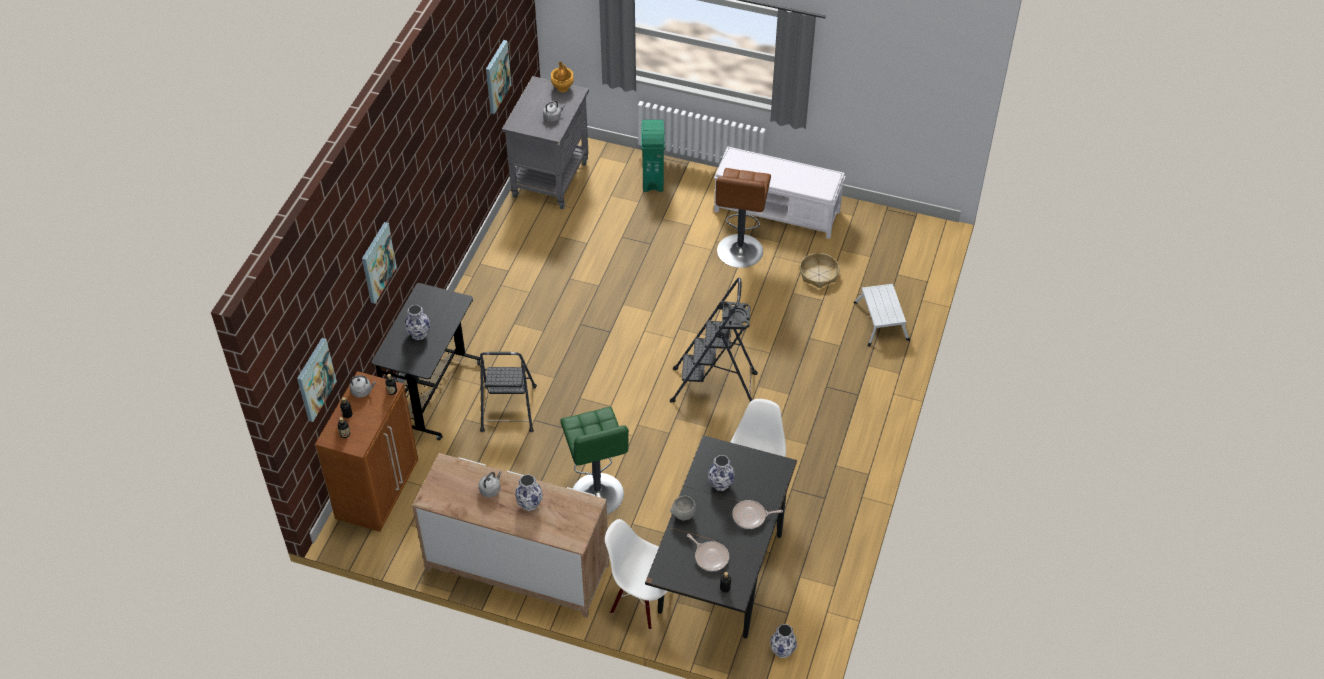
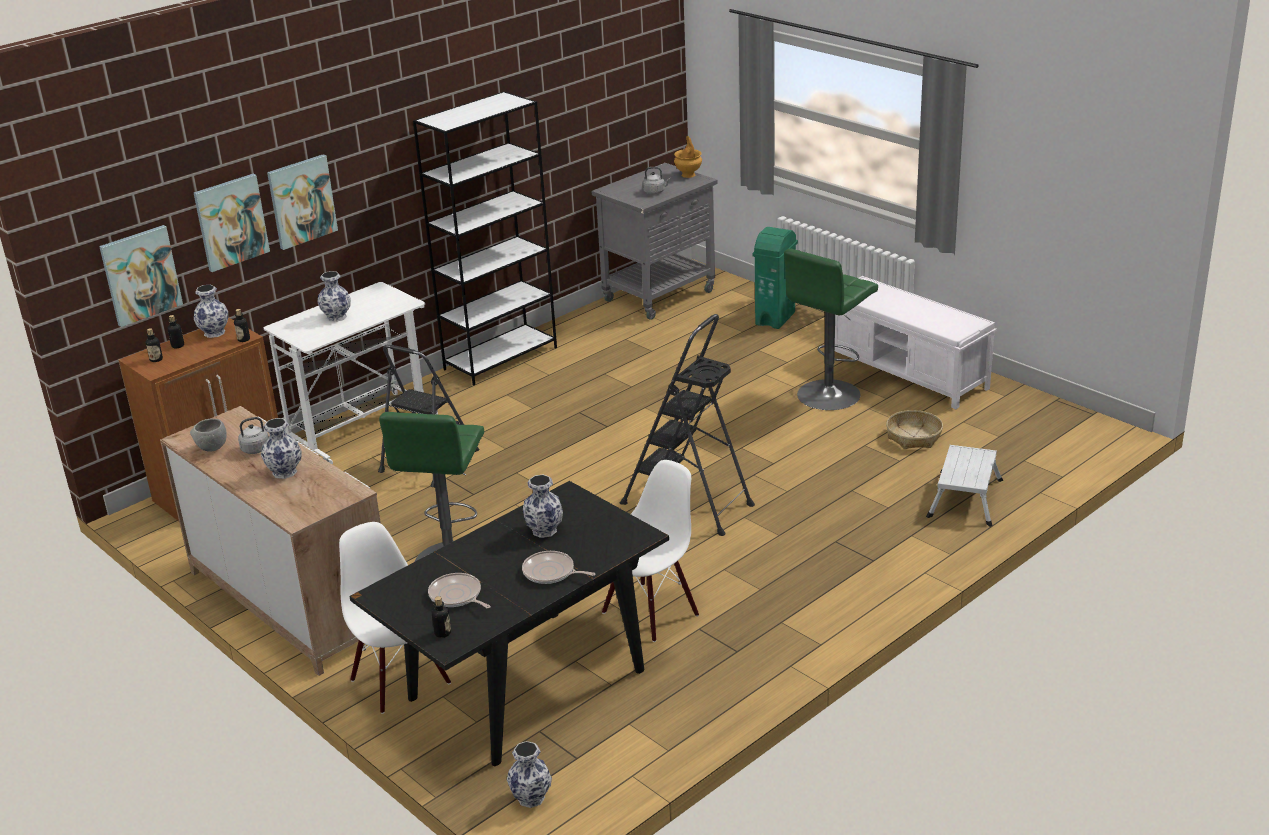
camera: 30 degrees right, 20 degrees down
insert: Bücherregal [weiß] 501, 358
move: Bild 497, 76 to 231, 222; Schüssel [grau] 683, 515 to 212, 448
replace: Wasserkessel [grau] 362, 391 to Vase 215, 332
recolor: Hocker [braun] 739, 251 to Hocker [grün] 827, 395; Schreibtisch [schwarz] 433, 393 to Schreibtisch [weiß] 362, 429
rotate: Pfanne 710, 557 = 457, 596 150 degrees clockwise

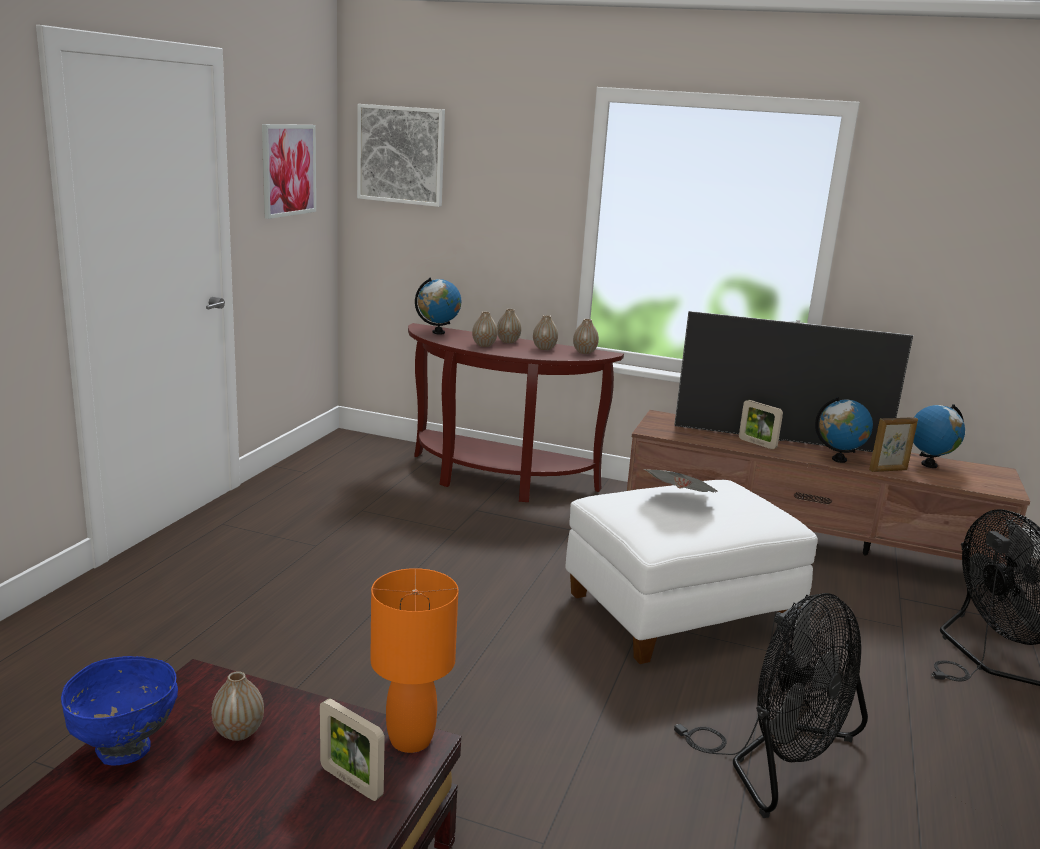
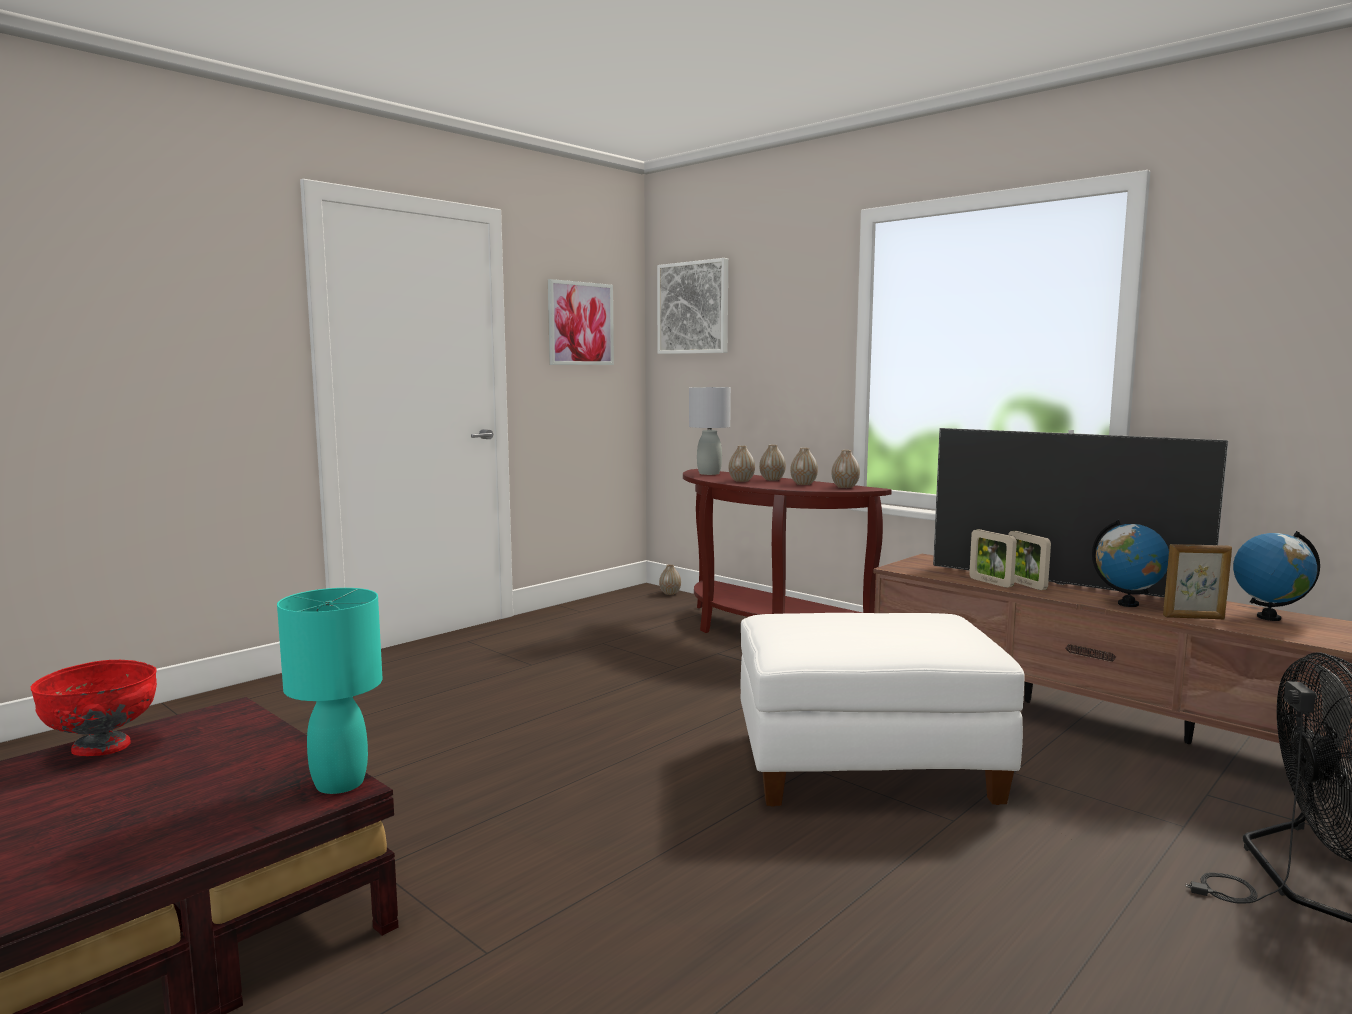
camera: 25 degrees right, 10 degrees down
delete: Zeitung 680, 501; Ventilator [schwarz] 774, 760
move: Vase 239, 732 to 670, 593; Bilderrahmen 351, 782 to 991, 582
replace: Globus 438, 332 to Tischlampe [grau] 709, 473
recolor: Tischlampe [orange] 411, 739 to Tischlampe [türkis] 341, 783; Schüssel [blau] 124, 750 to Schüssel [rot] 102, 748

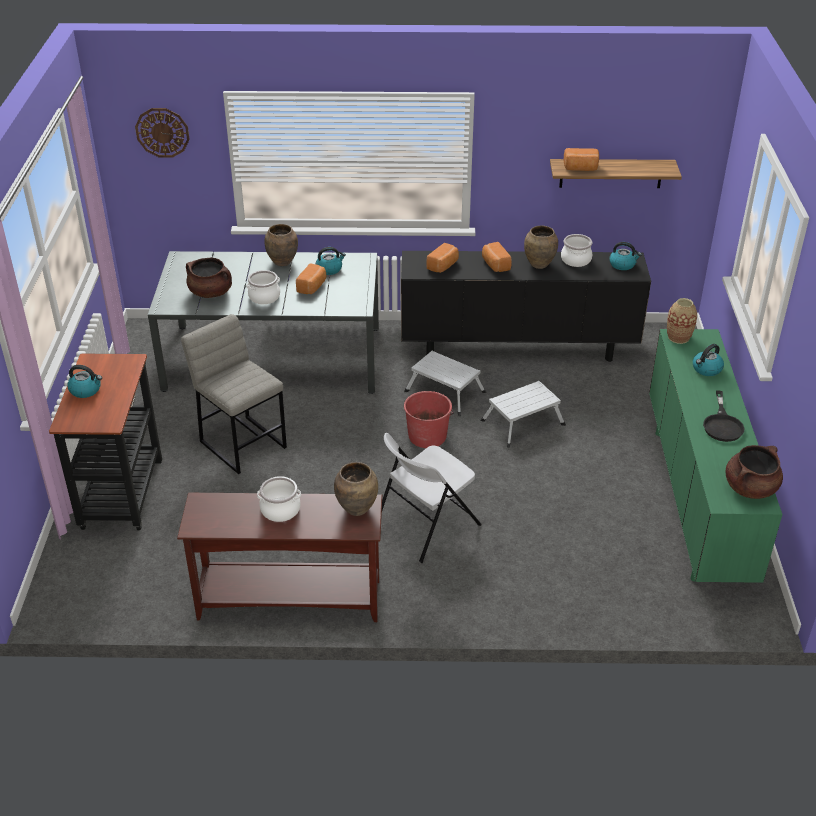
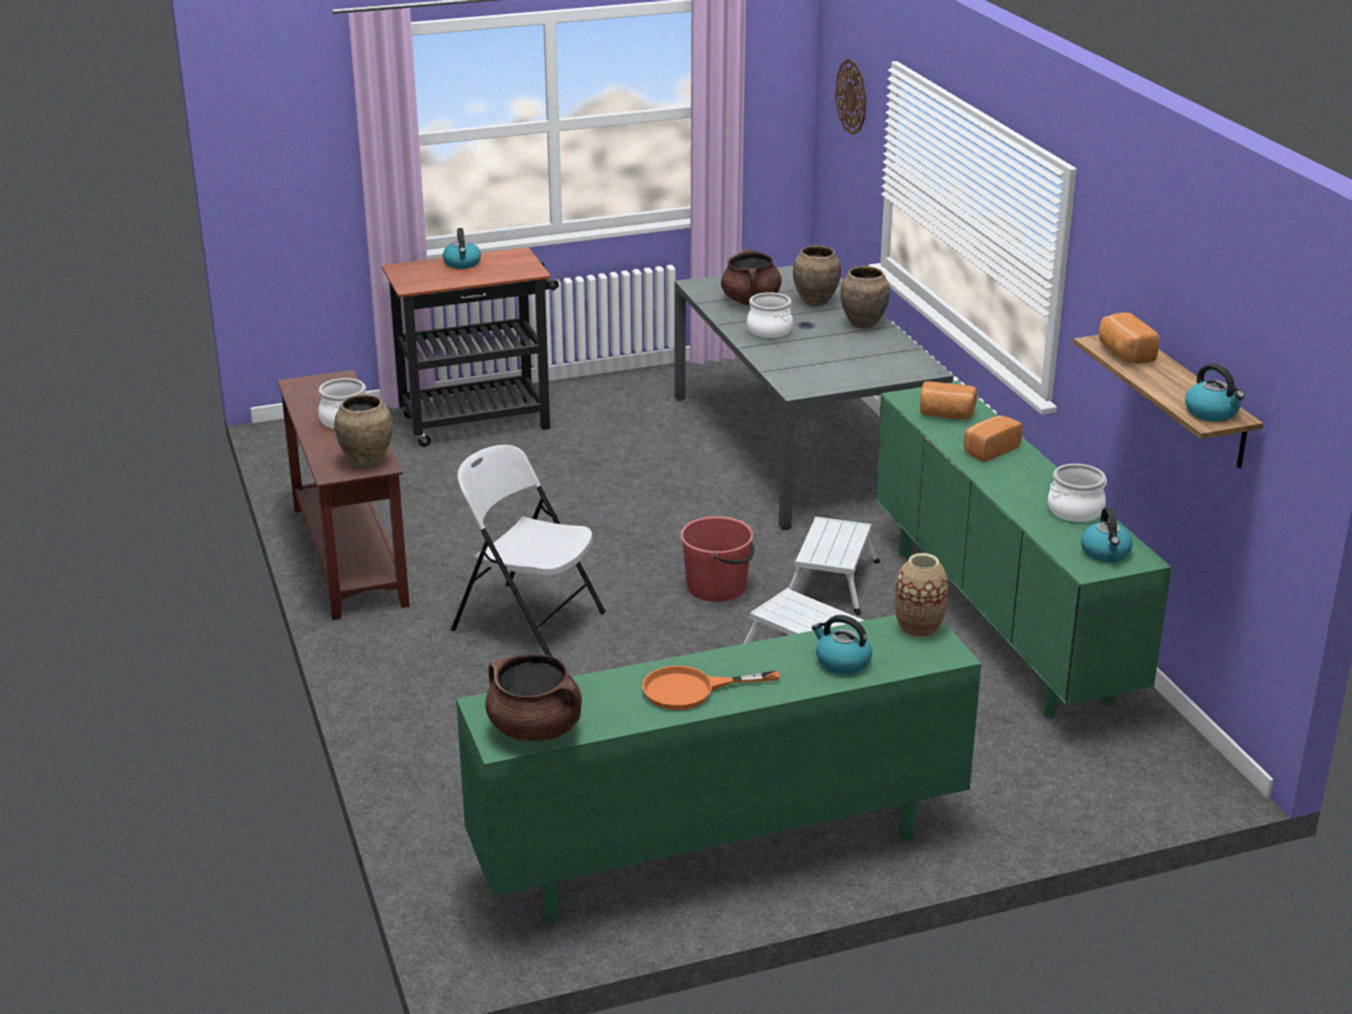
camera: 70 degrees right, 10 degrees down
delete: Brot 312, 287; Stuhl [grau] 241, 443
move: Vase [braun] 538, 264 to 815, 302; Wasserkessel 329, 269 to 1212, 413
recolor: Schrank [schwarz] 518, 348 to Schrank [grün] 1000, 623; Pfanne [schwarz] 722, 424 to Pfanne [orange] 691, 690

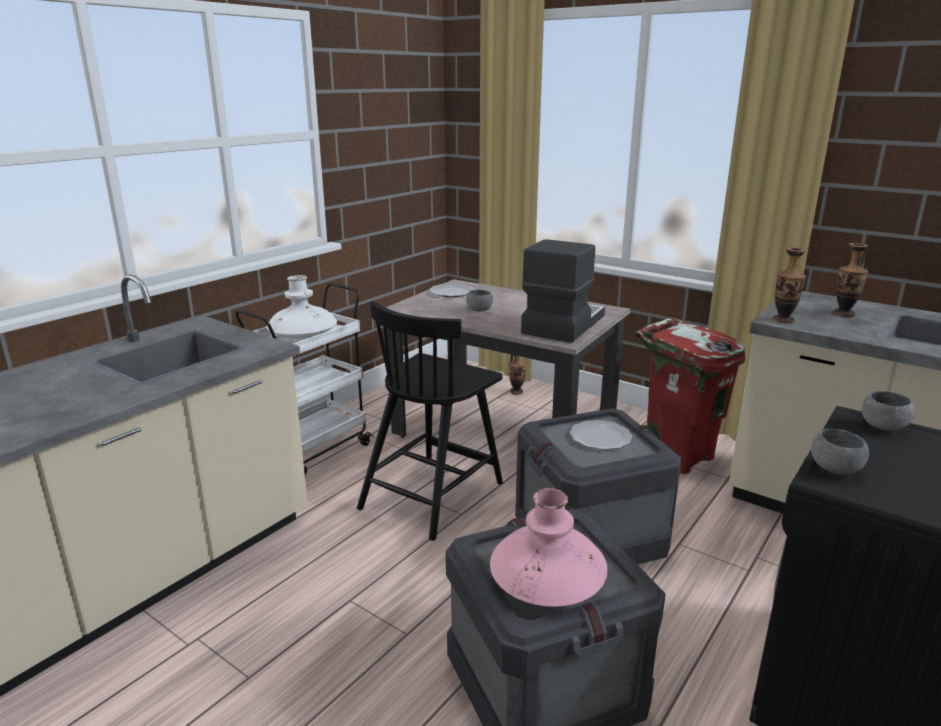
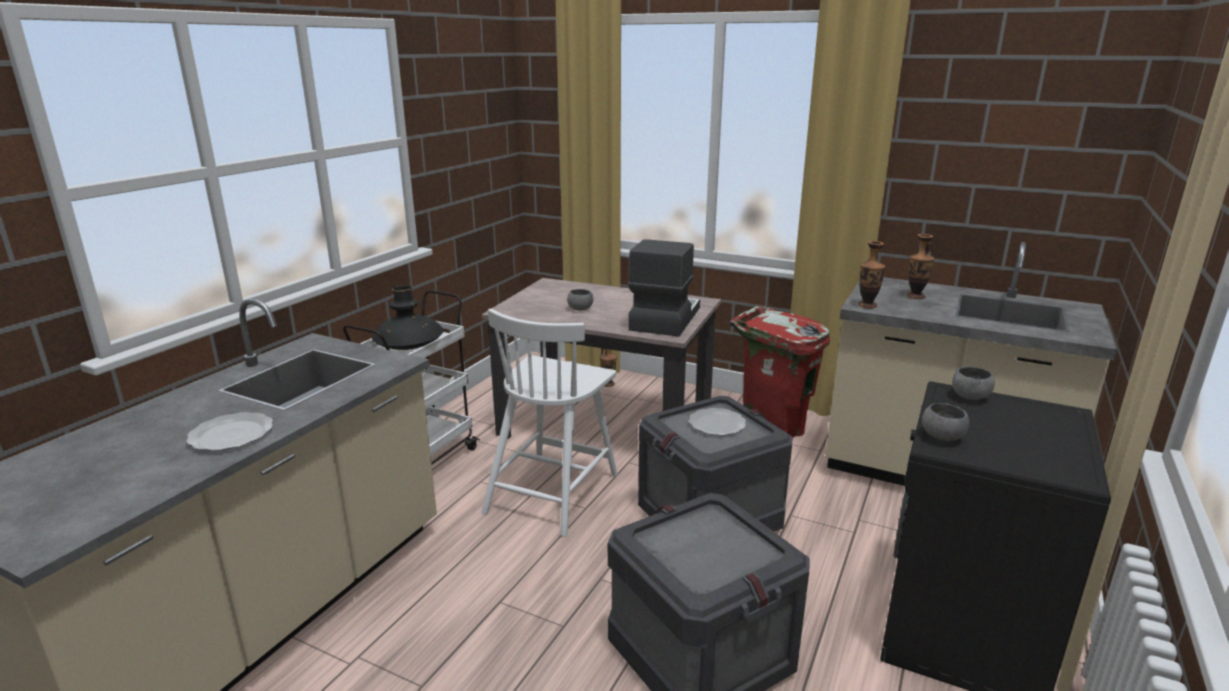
camera: 10 degrees left, 0 degrees up
delete: Vase [rosa] 547, 582
move: Teller 451, 292 to 230, 434
recolor: Vase [weiß] 303, 336 to Vase [schwarz] 409, 346; Stuhl [schwarz] 433, 494 to Stuhl [weiß] 553, 491

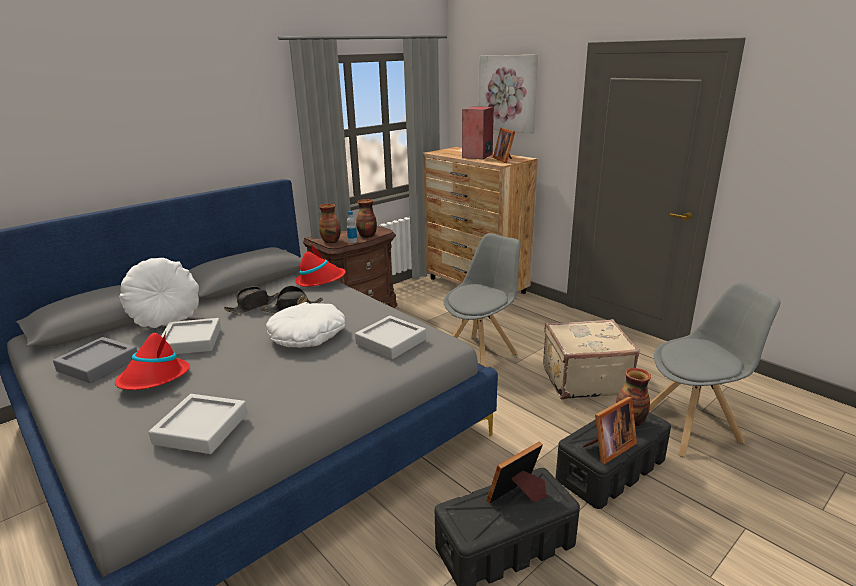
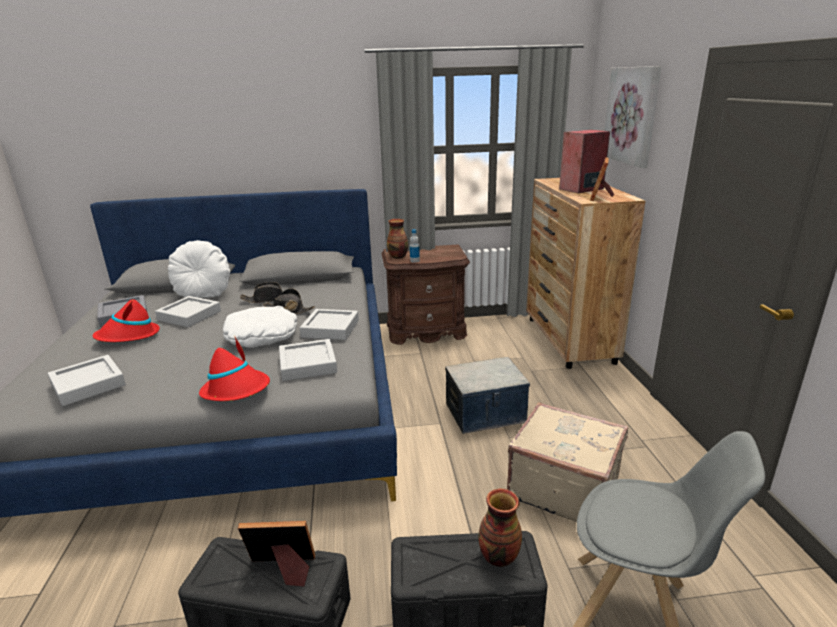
camera: 35 degrees right, 0 degrees up
delete: Vase 367, 236; Bilderrahmen 608, 448
insert: Tablett [grau] 330, 329
move: Hut [rot] 320, 280 to 237, 390
replace: Stuhl [grau] 480, 354 to Aufbewahrungsbox 485, 414

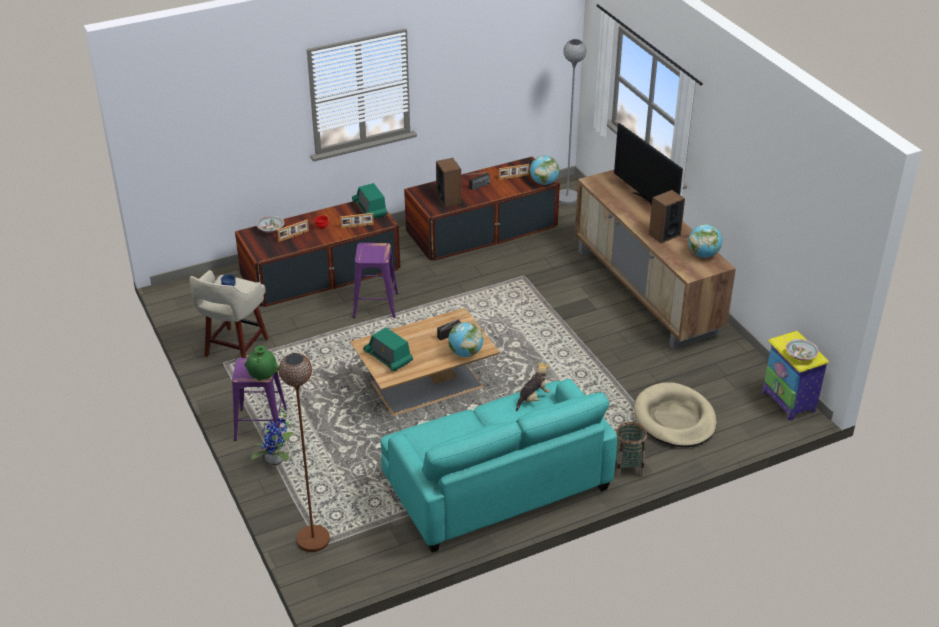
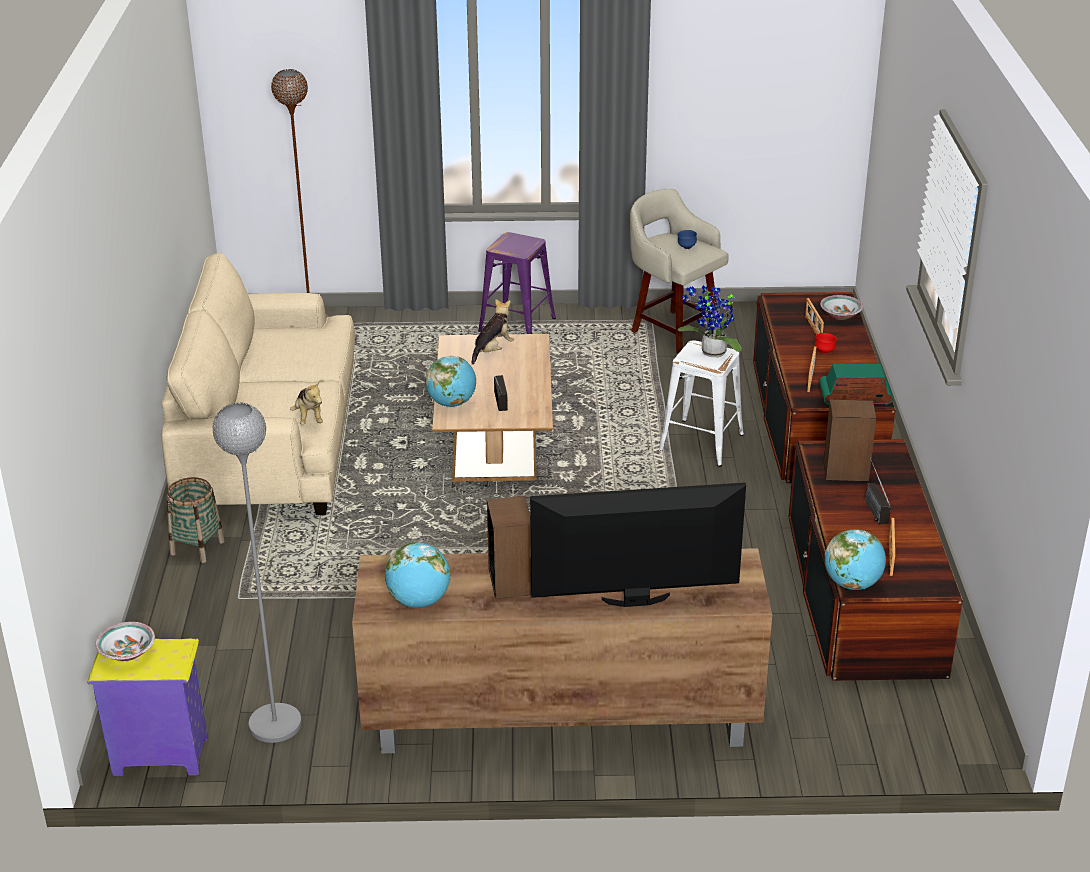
camera: 115 degrees right, 5 degrees down
delete: Vase [grün] 263, 377; Hundebett [beige] 674, 419
move: Stehlampe [grau] 566, 197 to 275, 724; Topfpflanze 277, 461 to 711, 353
replace: Radio 388, 357 to Plüschtier 492, 350
recolor: Hocker [lila] 375, 305 to Hocker [weiß] 701, 442; Sofa [türkis] 496, 485 to Sofa [beige] 271, 444

